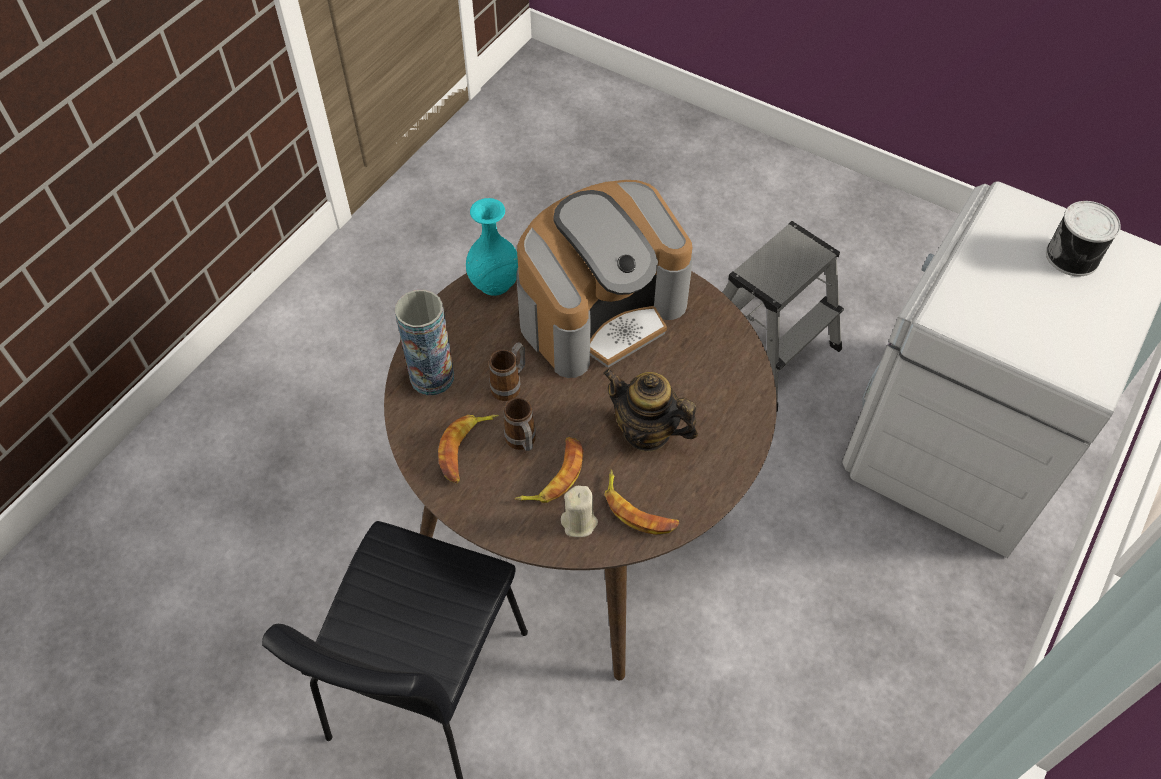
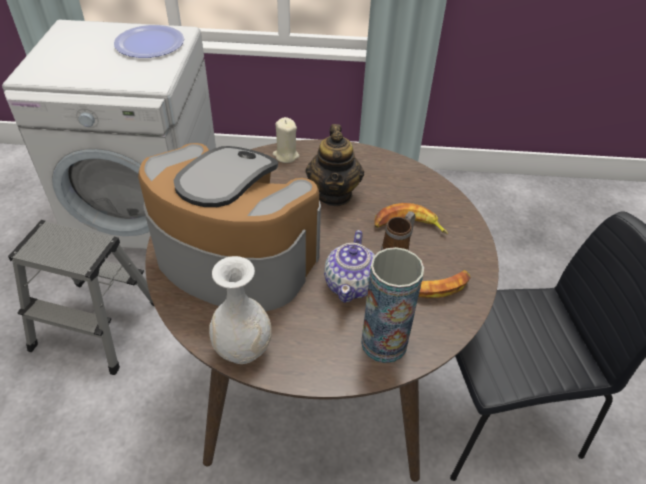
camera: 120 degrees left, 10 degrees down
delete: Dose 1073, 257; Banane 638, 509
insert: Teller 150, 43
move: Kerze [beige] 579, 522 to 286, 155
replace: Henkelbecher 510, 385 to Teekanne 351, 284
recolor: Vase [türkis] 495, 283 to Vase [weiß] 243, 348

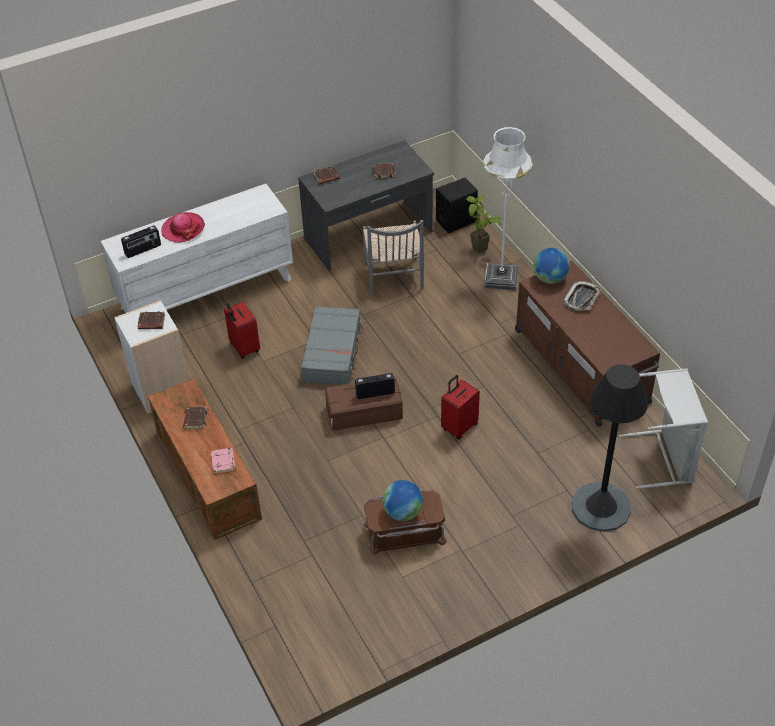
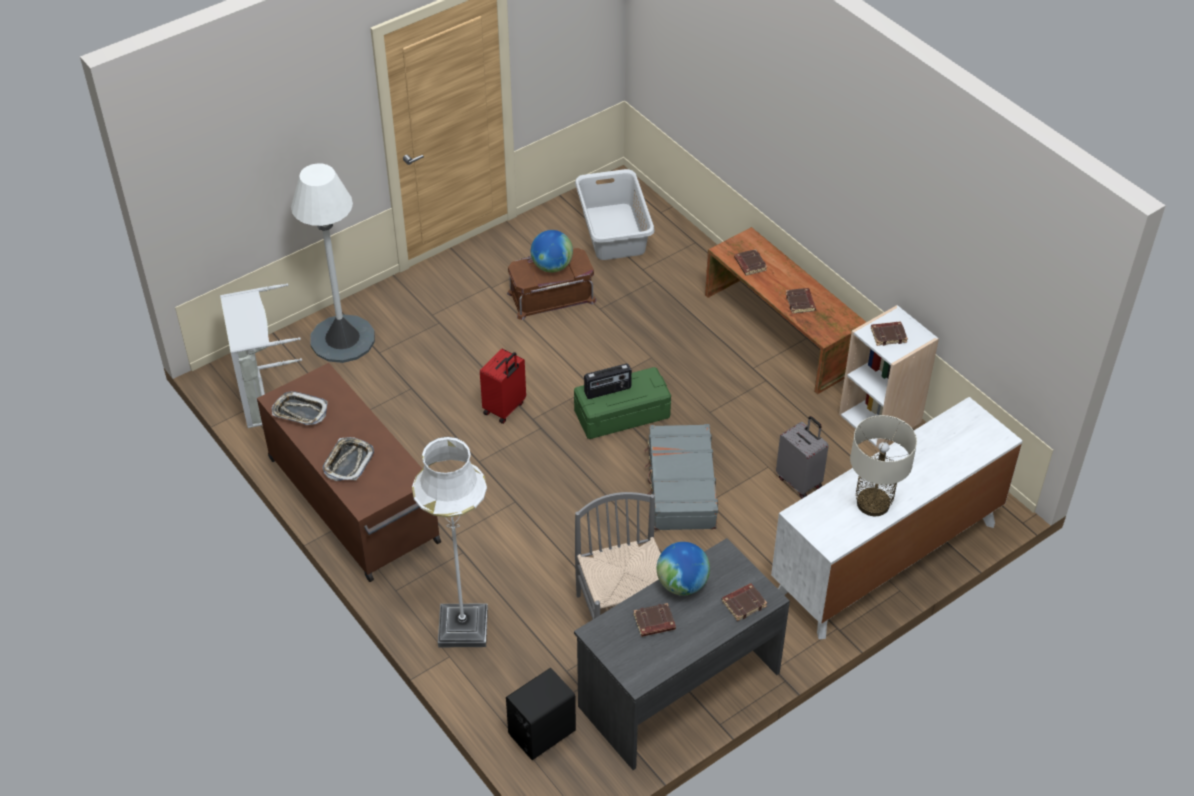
camera: 170 degrees right, 0 degrees up
delete: Topfpflanze 481, 253; Hut 183, 229; Radio 143, 250
insert: Wäschekorb [grau] 614, 231; Tablett 300, 412; Tischlampe 873, 503
move: Globus 549, 279 to 682, 584
recolor: Koffer [rot] 244, 348 to Koffer [grau] 800, 481; Stehlampe [schwarz] 601, 507 to Stehlampe [weiß] 342, 339; Aufbewahrungsbox [braun] 364, 413 to Aufbewahrungsbox [grün] 622, 413; Buch [rosa] 223, 462 to Buch [braun] 749, 264

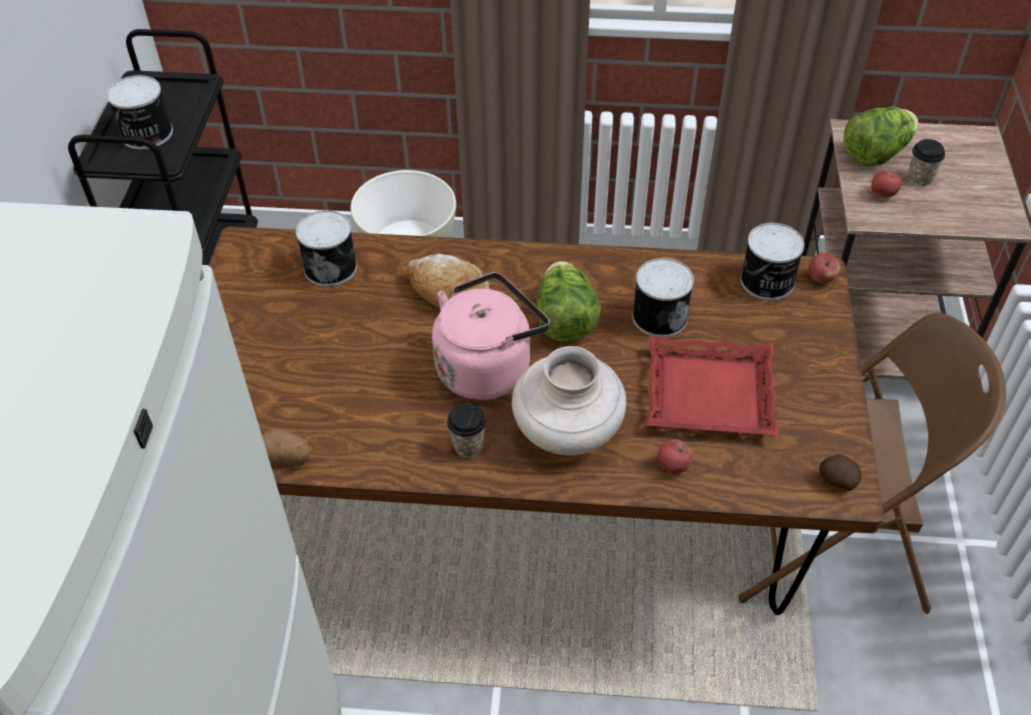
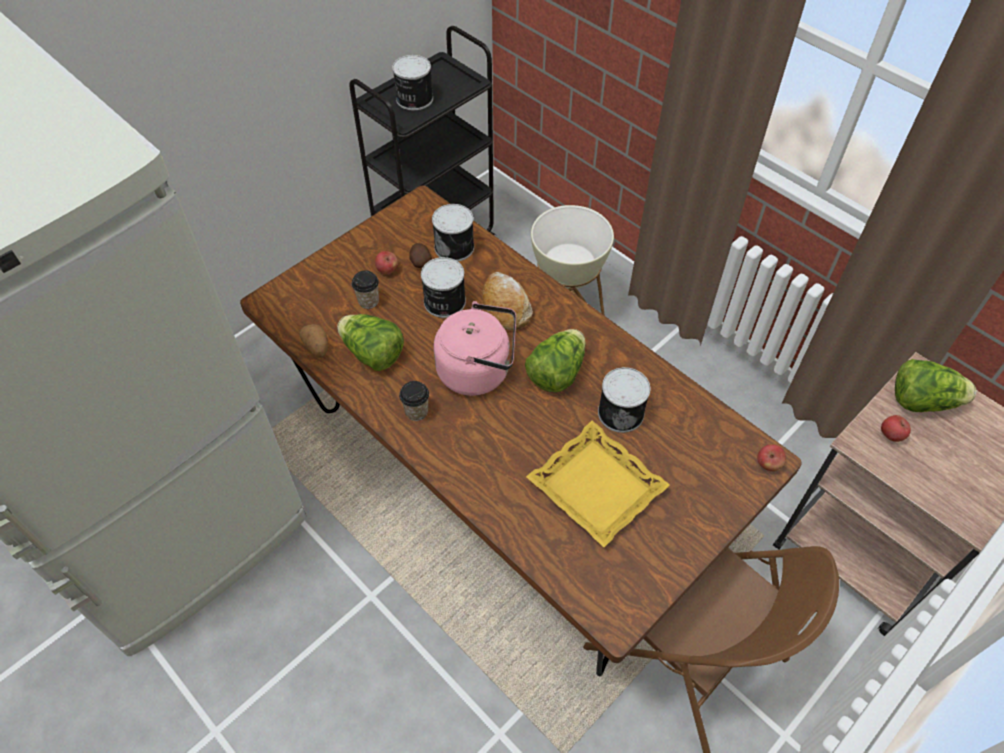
camera: 40 degrees right, 5 degrees up
delete: Vase [beige] 567, 432
insert: Salatkopf 372, 354
move: Tasse 919, 178 to 368, 301; Dose 767, 282 to 444, 302; Apfel 672, 466 to 387, 270; Kartoffel 837, 480 to 420, 262
recolor: Tablett [rot] 709, 393 to Tablett [gelb] 597, 487

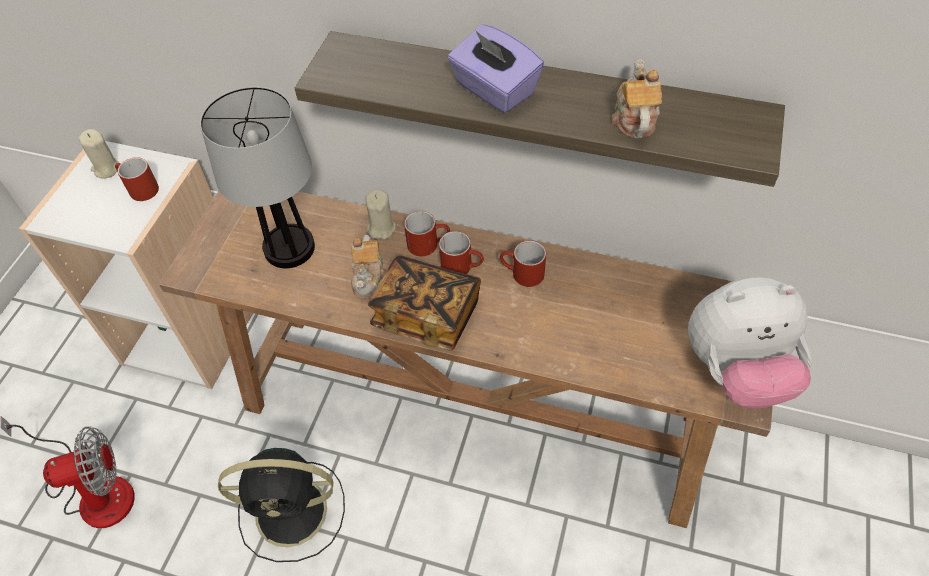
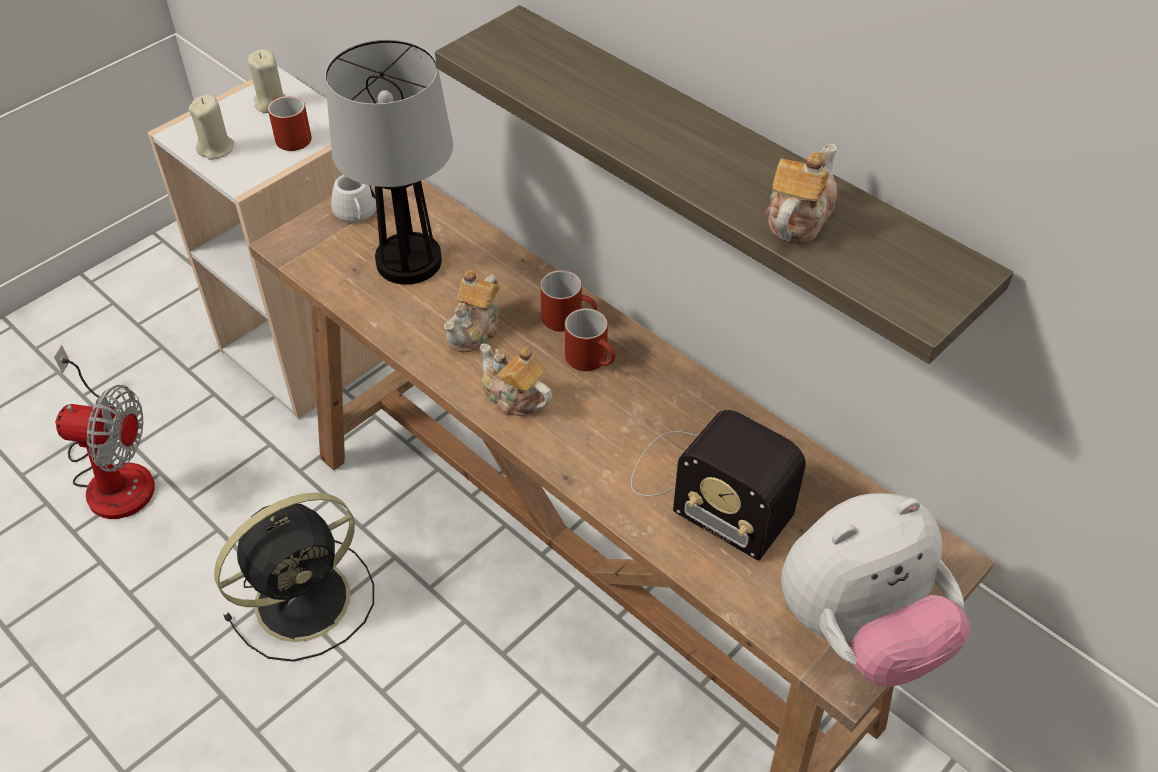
camera: 25 degrees right, 5 degrees down
delete: Taschentuchbox [lila] 494, 90; Henkelbecher [rot] 521, 274
insert: Henkelbecher [weiß] 356, 213; Radio 706, 489
move: Kerze [beige] 381, 228 to 216, 148
replace: Buch 427, 314 to Teekanne 514, 397
rotate: Plüschtier 737, 371 = 860, 631 45 degrees counterclockwise; Ventilator [schwarz] 295, 511 = 307, 597 60 degrees counterclockwise

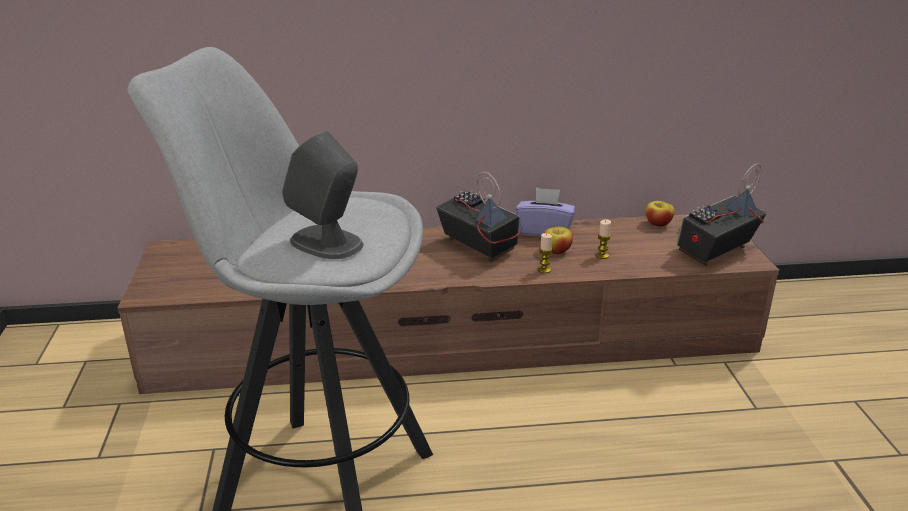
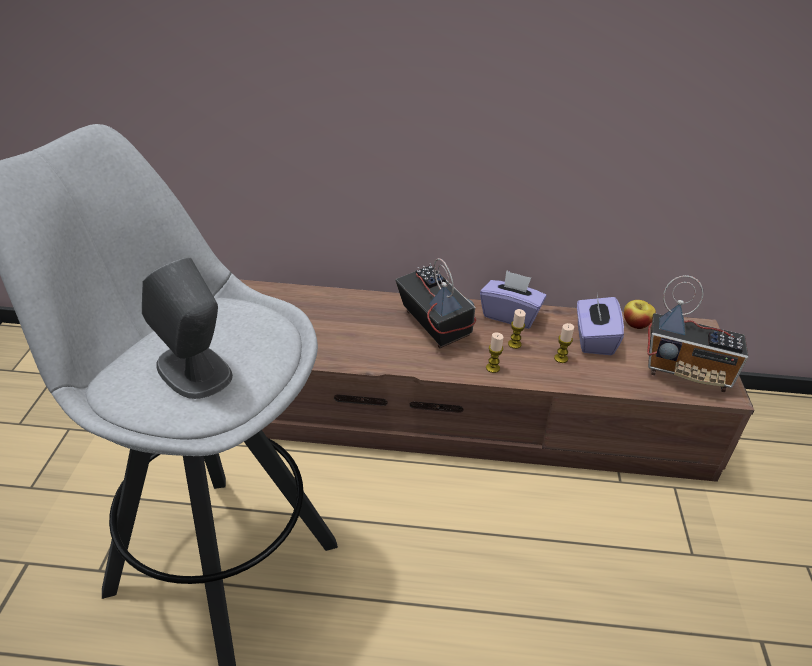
camera: 10 degrees right, 10 degrees up
insert: Taschentuchbox [lila] 593, 339
replace: Apfel 557, 251 to Kerze 514, 344
rotate: Radio 714, 252 = 686, 373 135 degrees counterclockwise

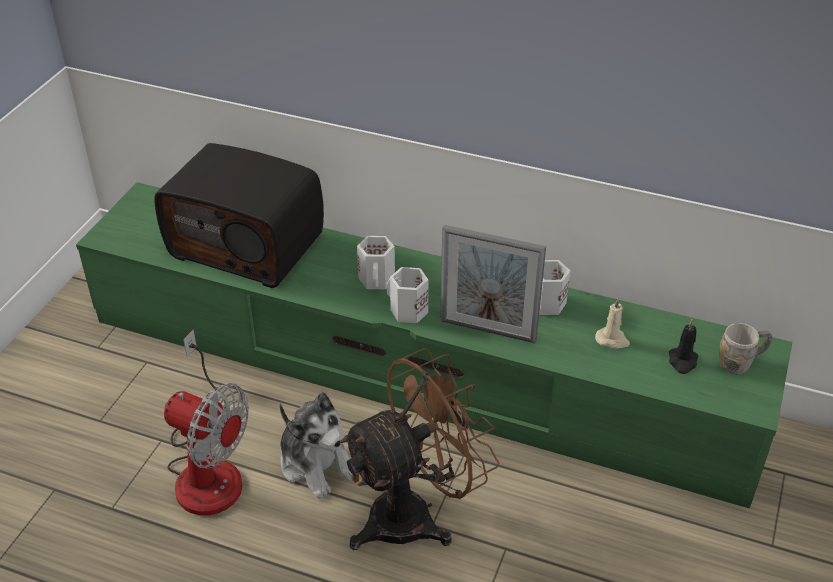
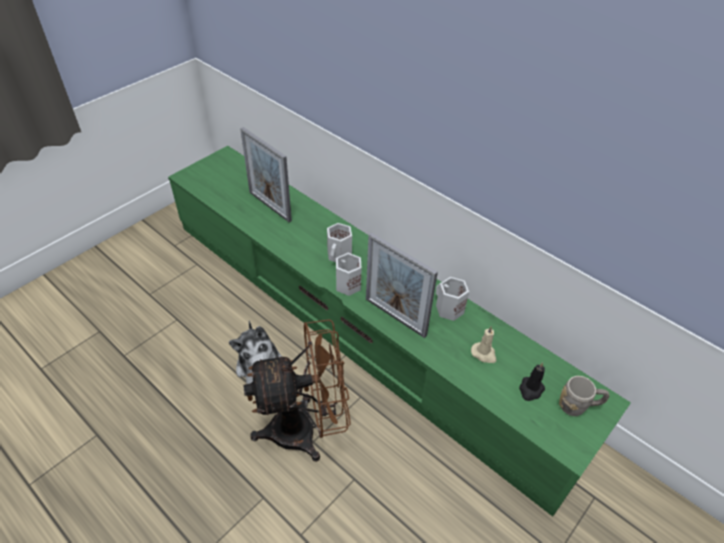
camera: 20 degrees right, 5 degrees up
delete: Ventilator 208, 467
replace: Radio 248, 245 to Bilderrahmen 270, 206

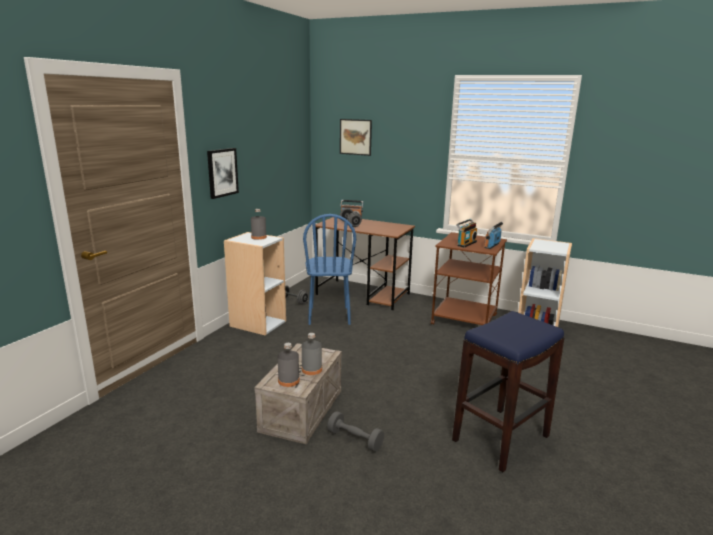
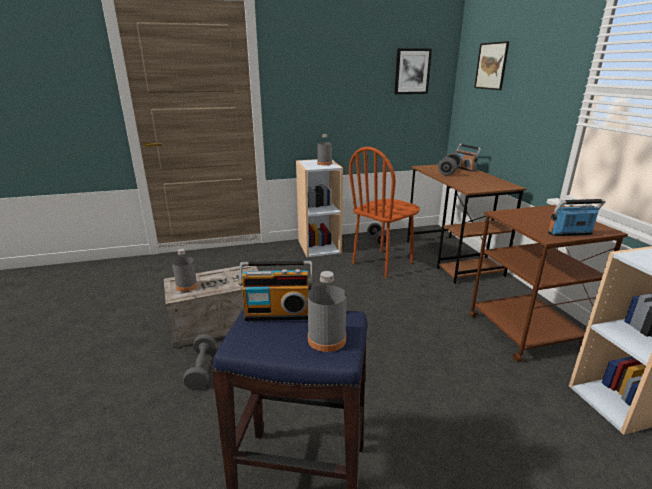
camera: 50 degrees right, 5 degrees up
move: Bild 222, 172 to 412, 71; Radio 465, 243 to 278, 313; Flasche [grau] 311, 369 to 327, 339
recolor: Stuhl [blau] 329, 316 to Stuhl [braun] 382, 263

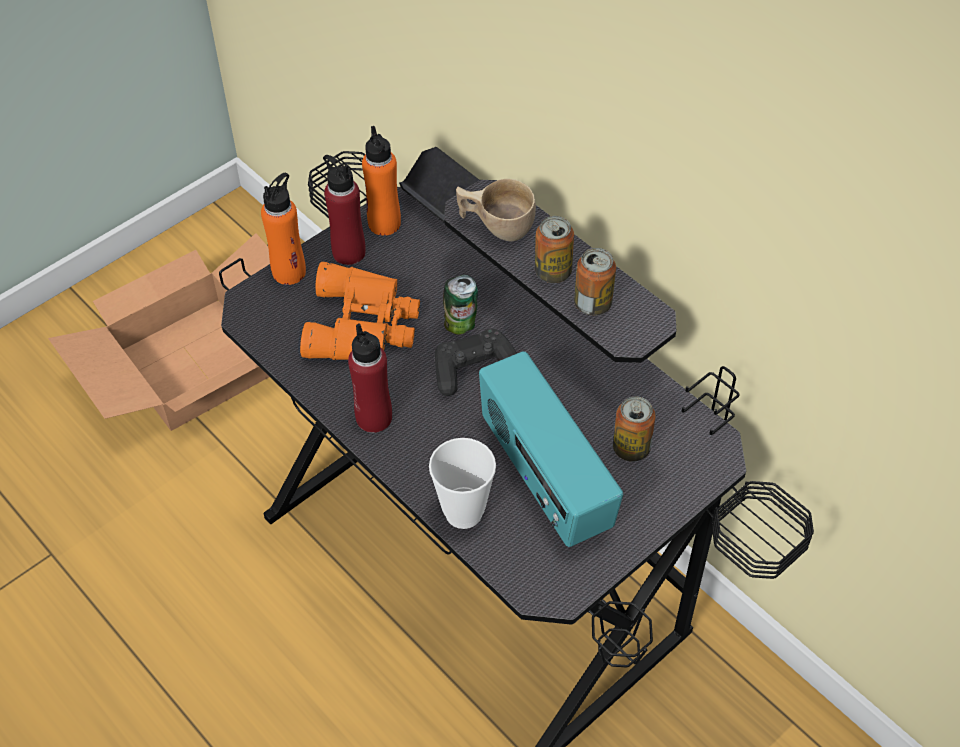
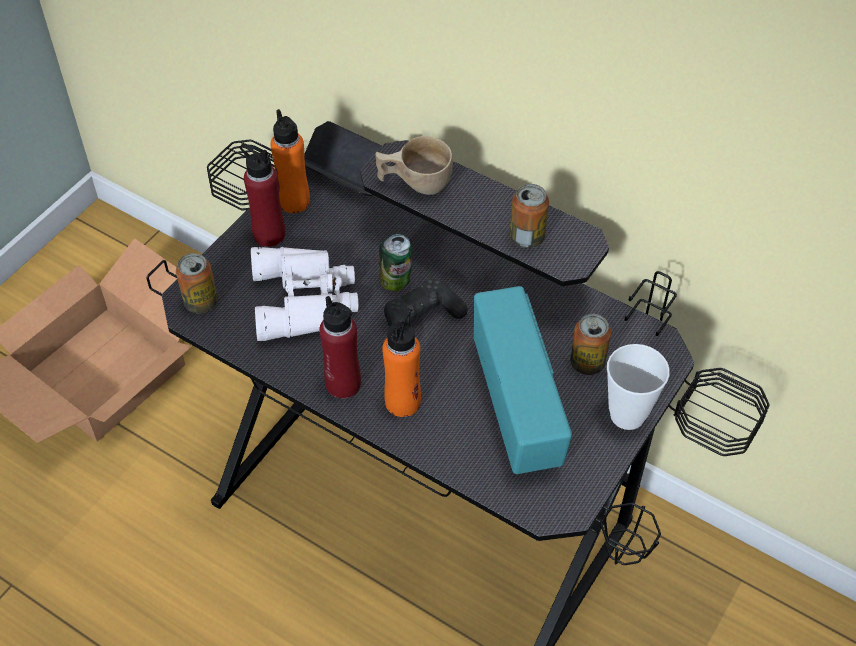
camera: 15 degrees left, 0 degrees up
move: Flasche [orange] 289, 272 to 403, 402; Dose 553, 272 to 201, 302; Tasse 463, 513 to 627, 415
recolor: Fernglas [orange] 365, 325 to Fernglas [weiß] 306, 299
rotate: Radio 544, 478 = 518, 407 150 degrees counterclockwise

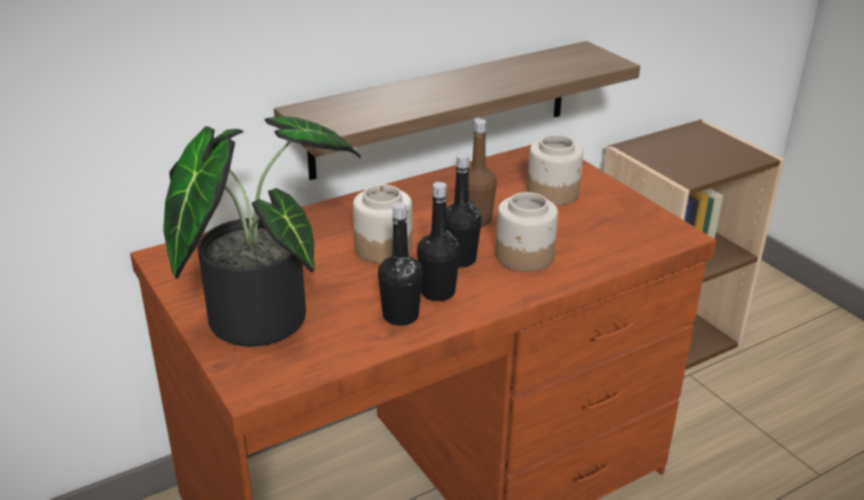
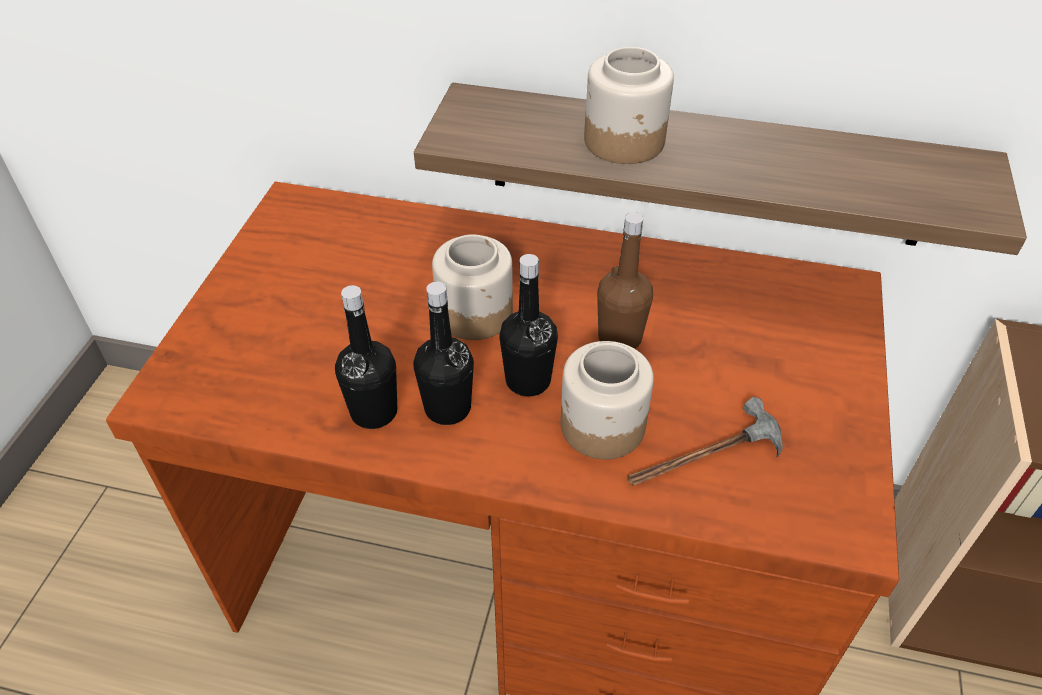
camera: 45 degrees right, 15 degrees up
delete: Topfpflanze 257, 312
insert: Hammer 703, 457
move: Vorratsglas 553, 193 to 625, 141

